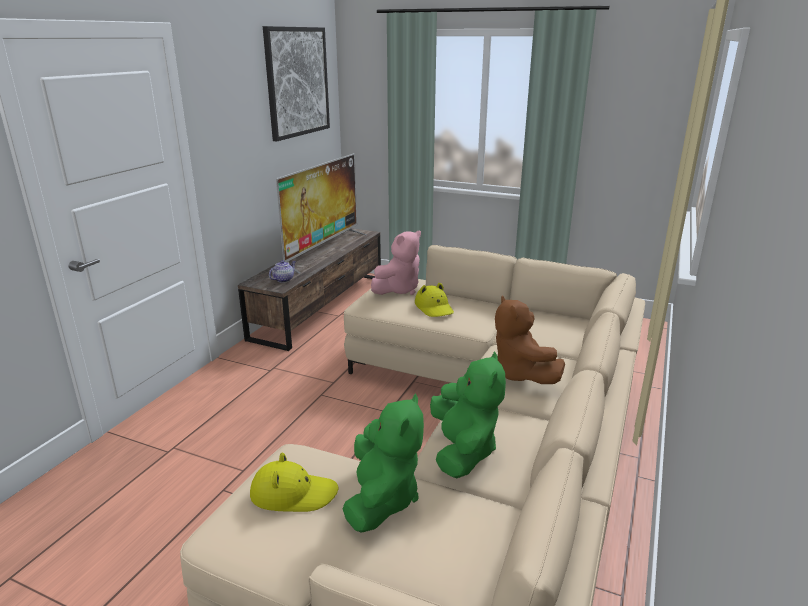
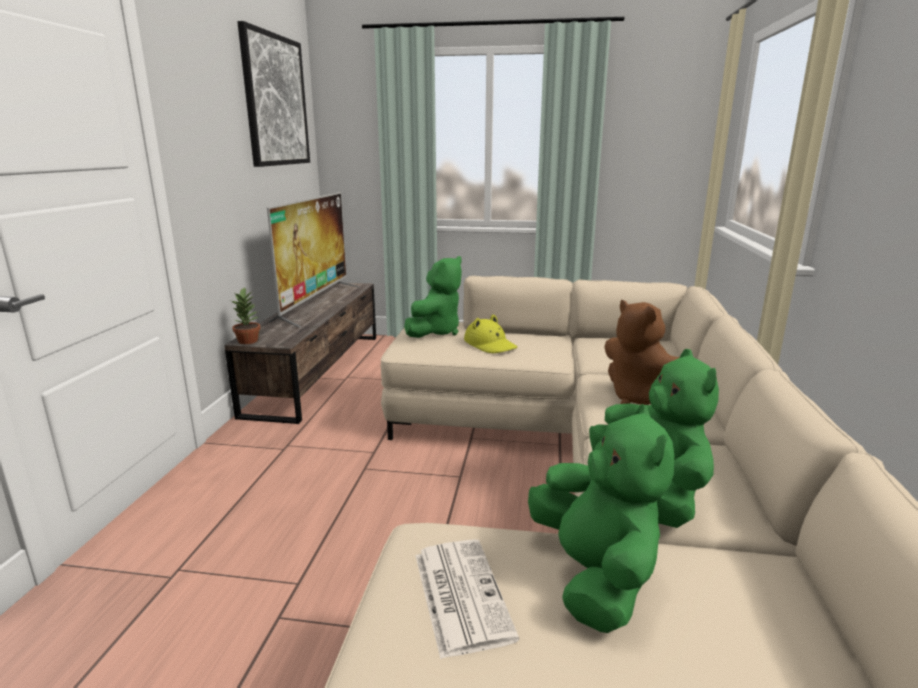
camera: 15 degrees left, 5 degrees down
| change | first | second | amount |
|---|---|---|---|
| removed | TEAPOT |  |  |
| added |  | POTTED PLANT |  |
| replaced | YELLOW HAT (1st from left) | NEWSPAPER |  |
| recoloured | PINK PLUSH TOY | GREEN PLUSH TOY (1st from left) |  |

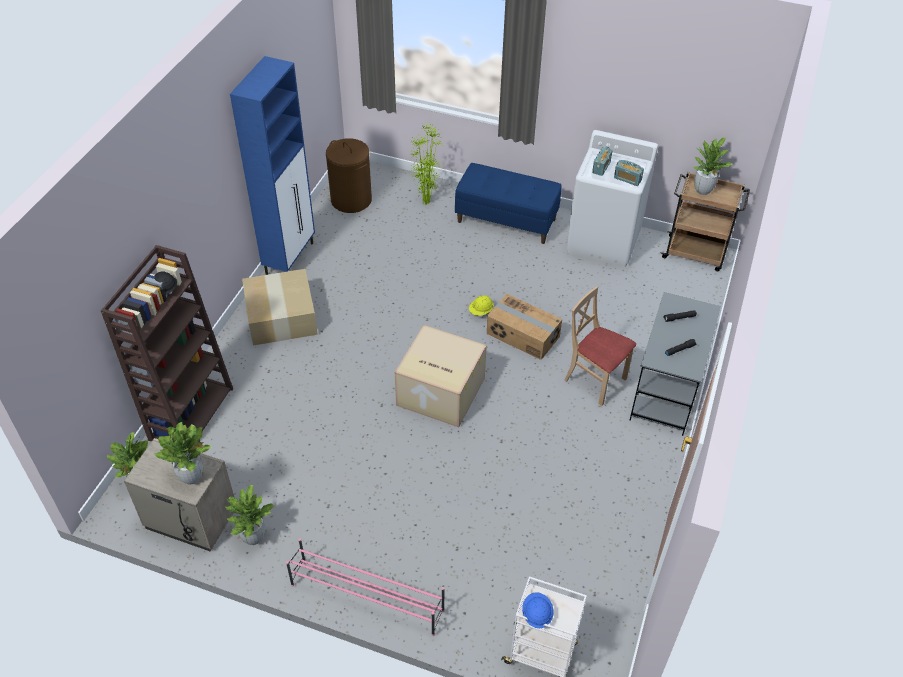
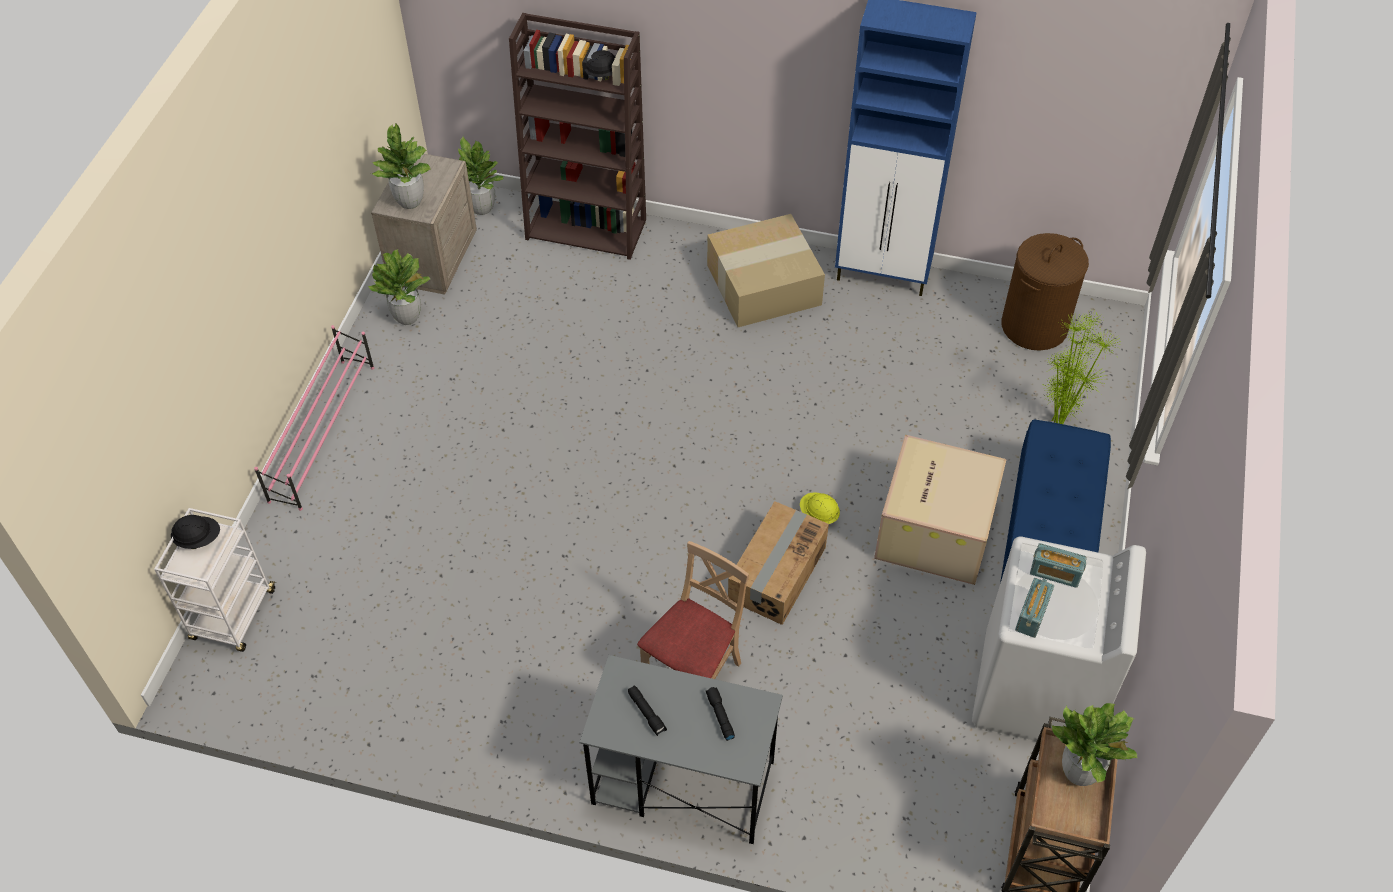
camera: 85 degrees right, 5 degrees up
| change | first | second | amount |
|---|---|---|---|
| moved | CARDBOARD BOX (2nd from left in the first image) | CARDBOARD BOX (3rd from left) |  |
| recoloured | BLUE HARD HAT | BLACK HARD HAT (1st from left) |  |

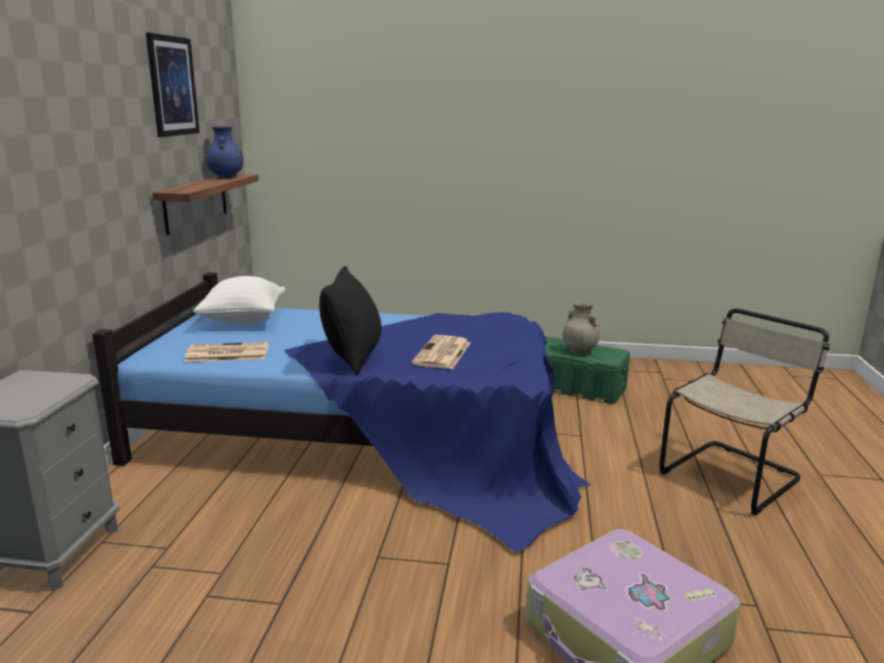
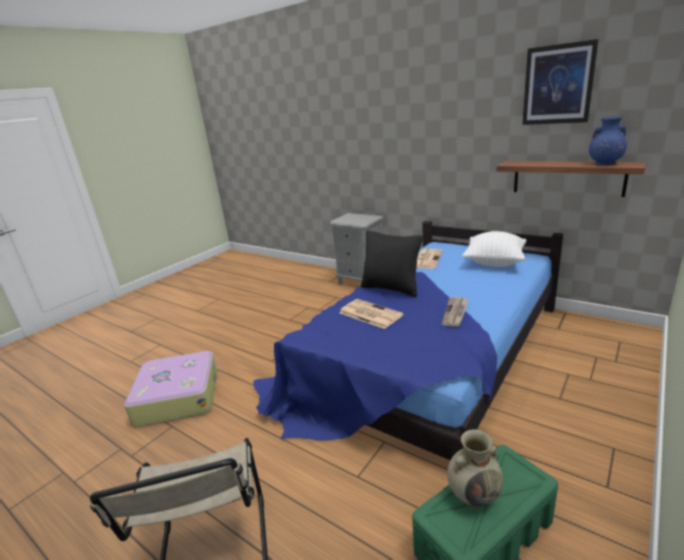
camera: 120 degrees right, 5 degrees up
| change | first | second | amount |
|---|---|---|---|
| added |  | NEWSPAPER (3rd from left) |  |

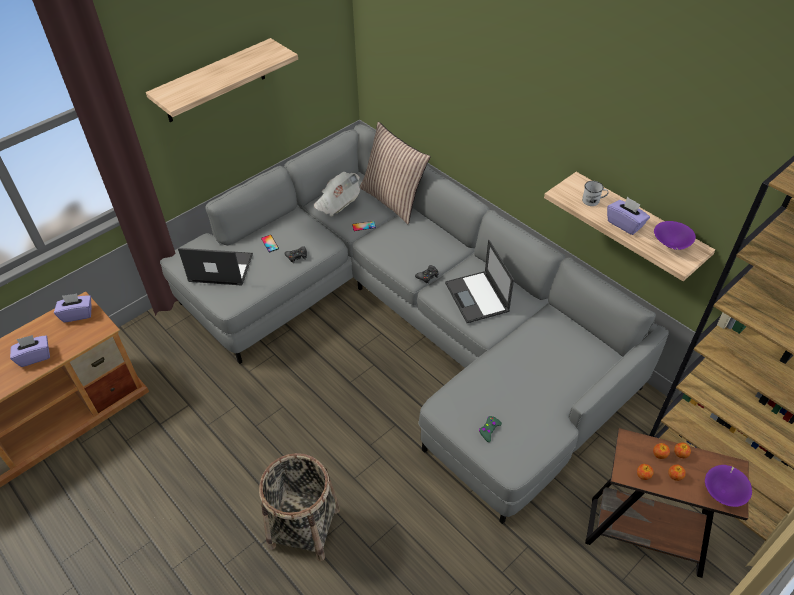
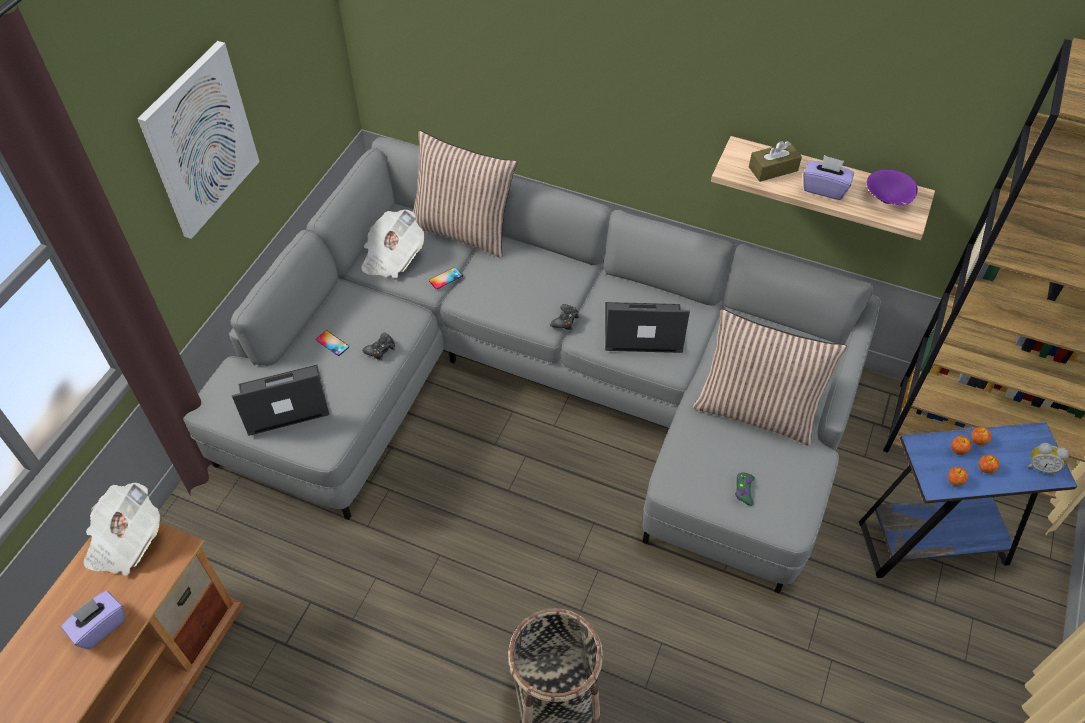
camera: 25 degrees left, 5 degrees up
| change | first | second | amount |
|---|---|---|---|
| added |  | PILLOW (2nd from left) |  |
| replaced | PURPLE TISSUE BOX (2nd from left) | NEWSPAPER (1st from left) |  |
| replaced | SHELF (1st from left) | PICTURE |  |
| replaced | WHITE MUG | BROWN TISSUE BOX |  |
| replaced | PURPLE BOWL (2nd from left) | ALARM CLOCK |  |
| recoloured | BROWN SIDE TABLE | BLUE SIDE TABLE |  |
| turned | LAPTOP (2nd from left) |  | 135 degrees clockwise |

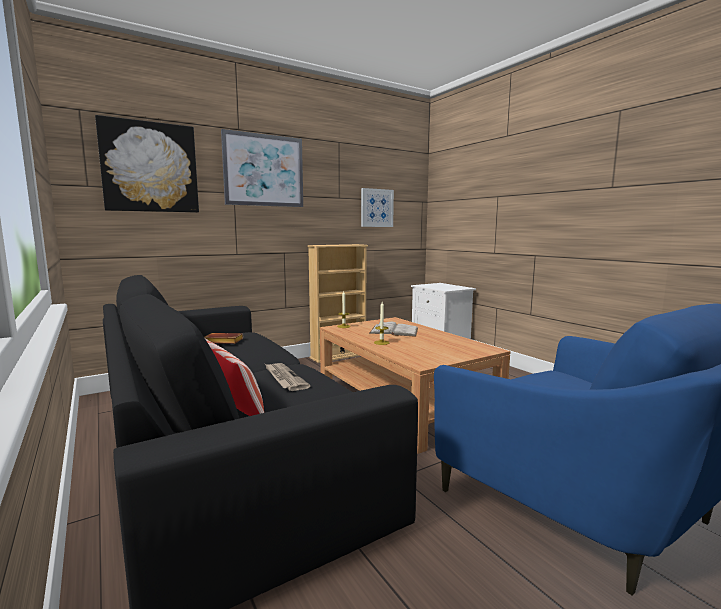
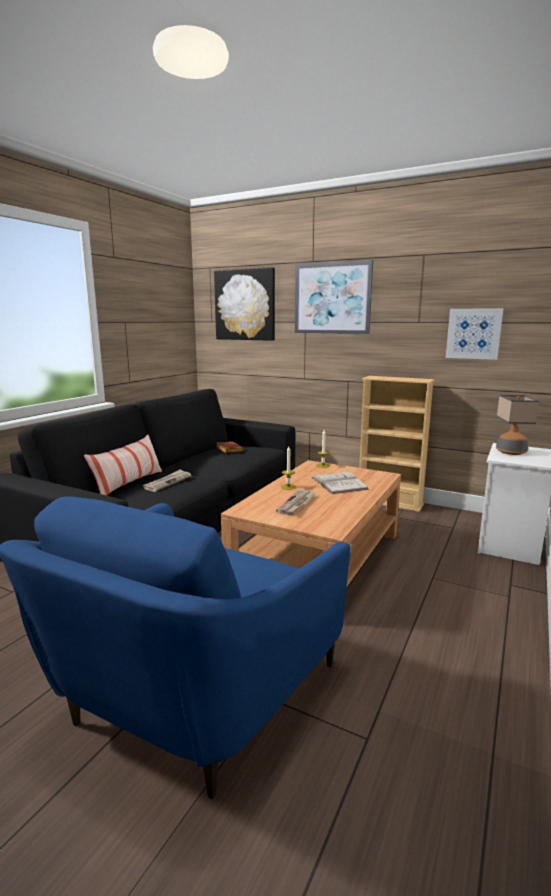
camera: 60 degrees right, 5 degrees up
| change | first | second | amount |
|---|---|---|---|
| added |  | NEWSPAPER (2nd from left) |  |
| added |  | TABLE LAMP |  |

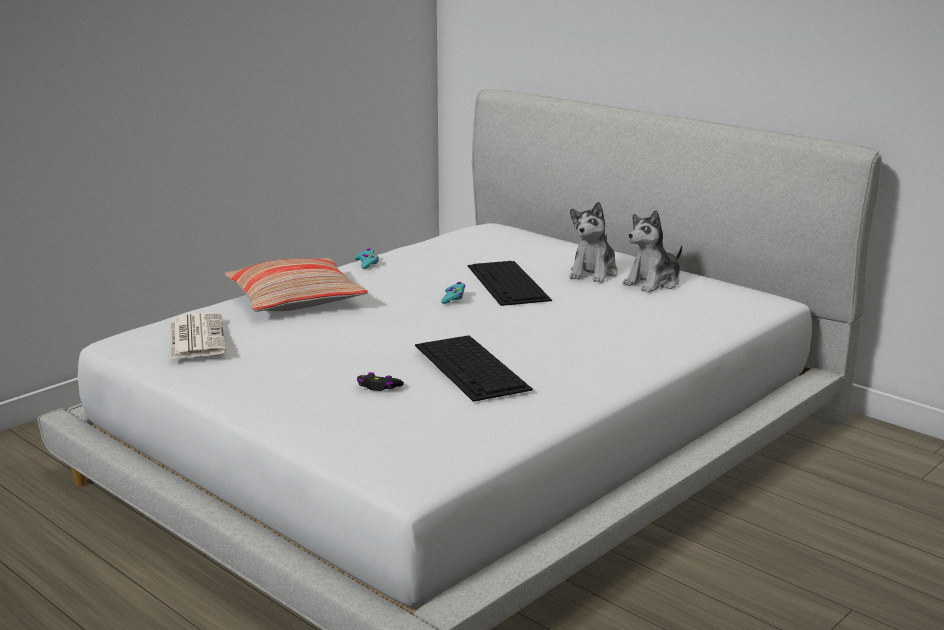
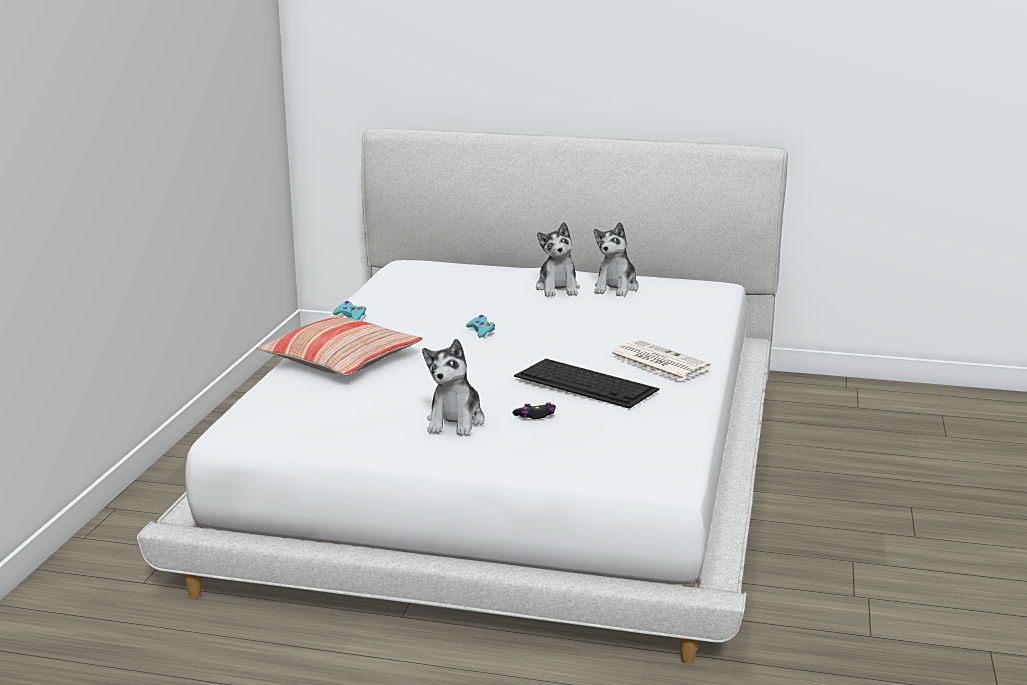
camera: 30 degrees left, 0 degrees up
| change | first | second | amount |
|---|---|---|---|
| removed | KEYBOARD (2nd from left) |  |  |
| added |  | PLUSH TOY (1st from left) |  |
| moved | NEWSPAPER |  |  |

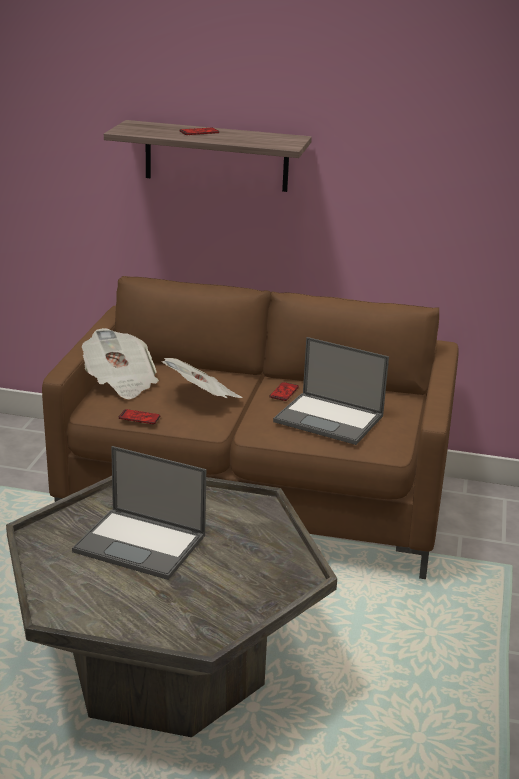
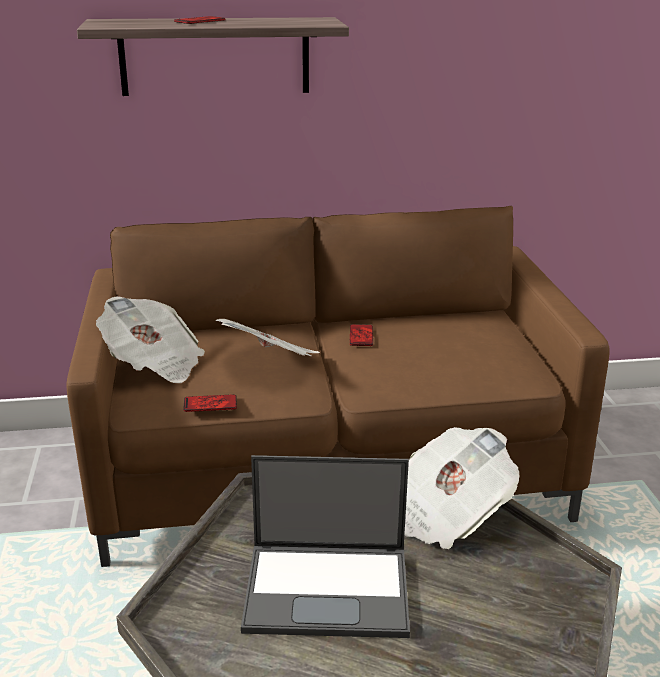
camera: 20 degrees left, 0 degrees up
| change | first | second | amount |
|---|---|---|---|
| removed | LAPTOP (2nd from left) |  |  |
| added |  | NEWSPAPER (3rd from left) |  |

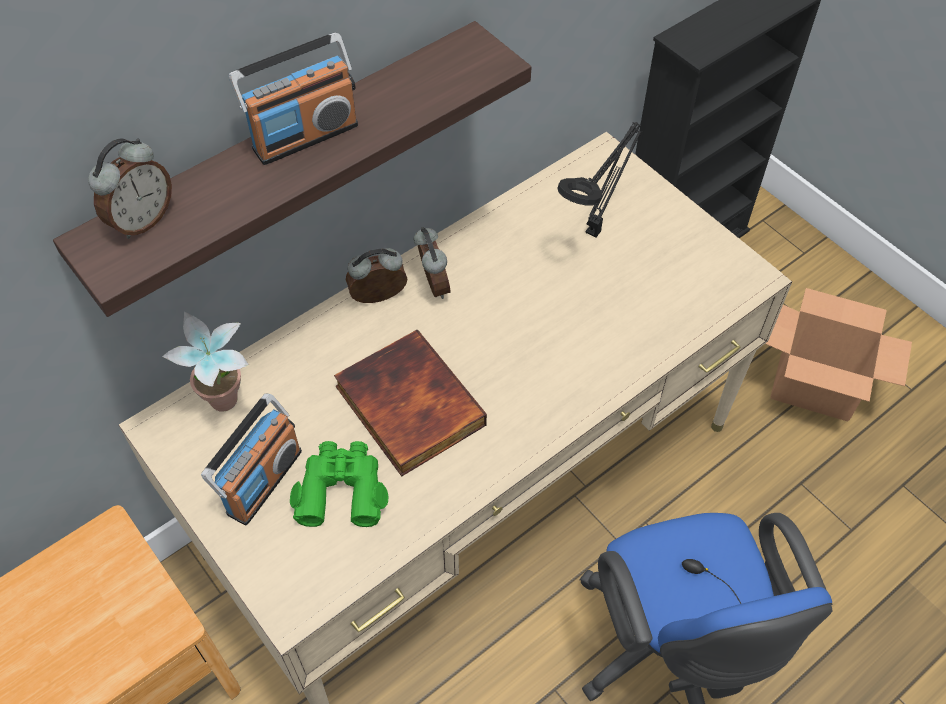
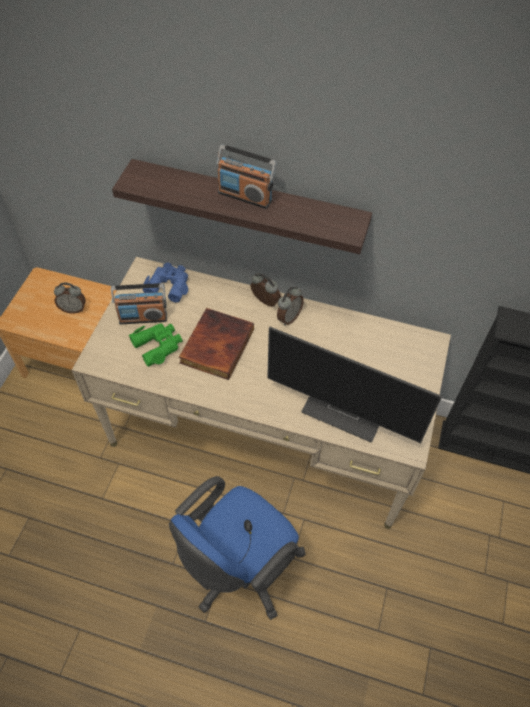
camera: 55 degrees right, 0 degrees up
| change | first | second | amount |
|---|---|---|---|
| removed | BLACK TABLE LAMP |  |  |
| removed | CARDBOARD BOX |  |  |
| added |  | MONITOR |  |
| moved | ALARM CLOCK (1st from left) |  |  |
| replaced | POTTED PLANT | BLUE BINOCULARS |  |

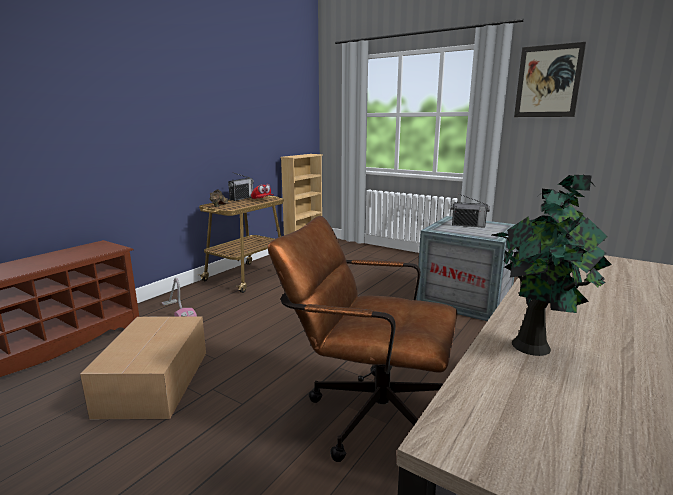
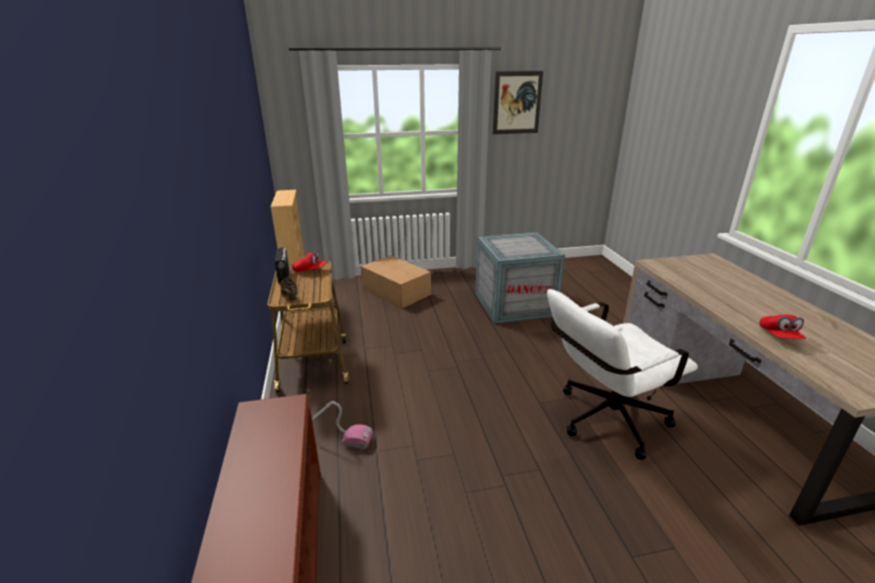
camera: 45 degrees left, 10 degrees up
| change | first | second | amount |
|---|---|---|---|
| removed | RADIO (2nd from left) |  |  |
| moved | CARDBOARD BOX |  |  |
| replaced | POTTED PLANT | RED CAP (2nd from left) |  |
| recoloured | BROWN OFFICE CHAIR | WHITE OFFICE CHAIR |  |

